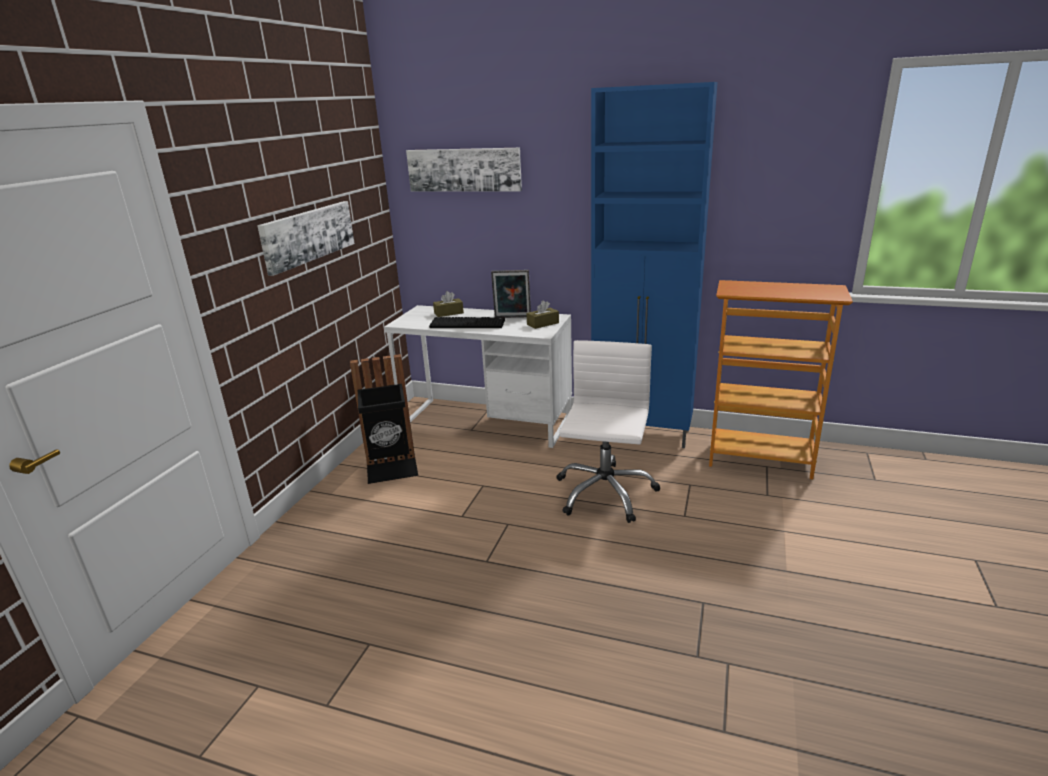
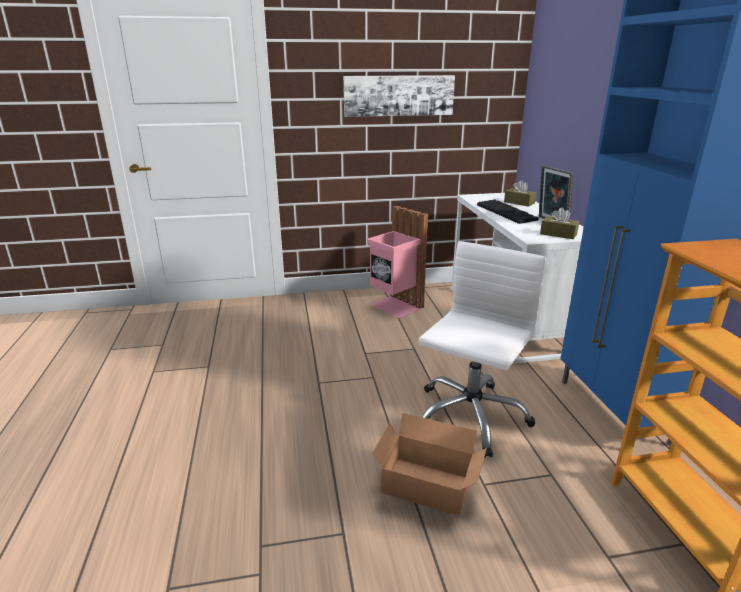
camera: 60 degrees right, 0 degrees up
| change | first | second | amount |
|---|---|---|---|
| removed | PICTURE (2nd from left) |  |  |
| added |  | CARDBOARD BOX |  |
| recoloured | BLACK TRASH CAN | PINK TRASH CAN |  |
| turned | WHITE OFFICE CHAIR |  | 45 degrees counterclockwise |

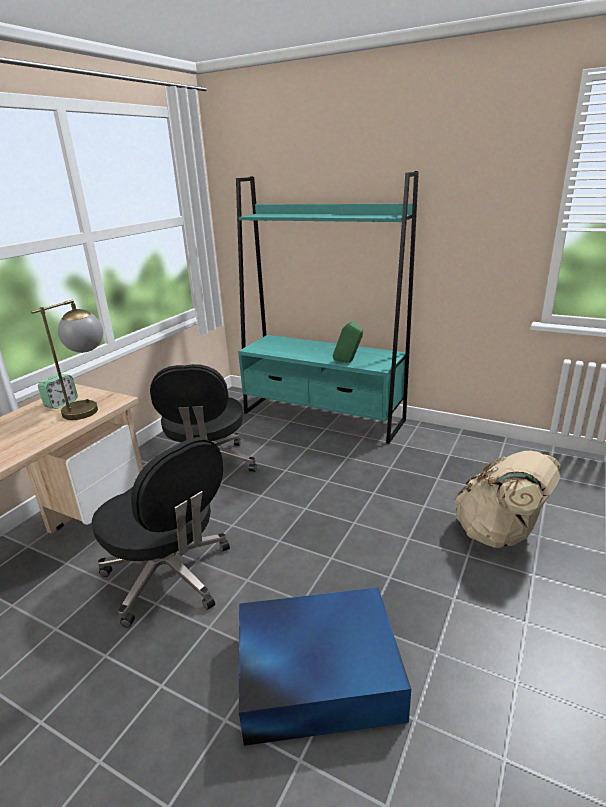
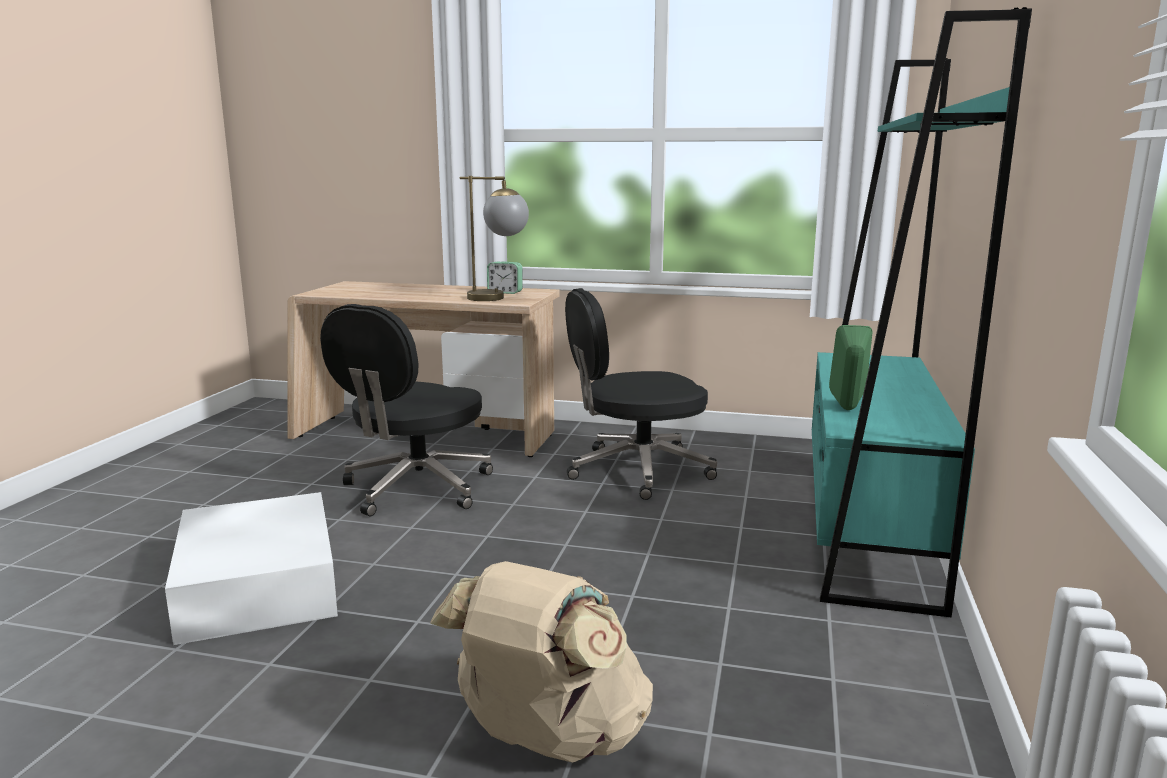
camera: 75 degrees right, 10 degrees down
| change | first | second | amount |
|---|---|---|---|
| recoloured | BLUE STORAGE BOX | WHITE STORAGE BOX |  |

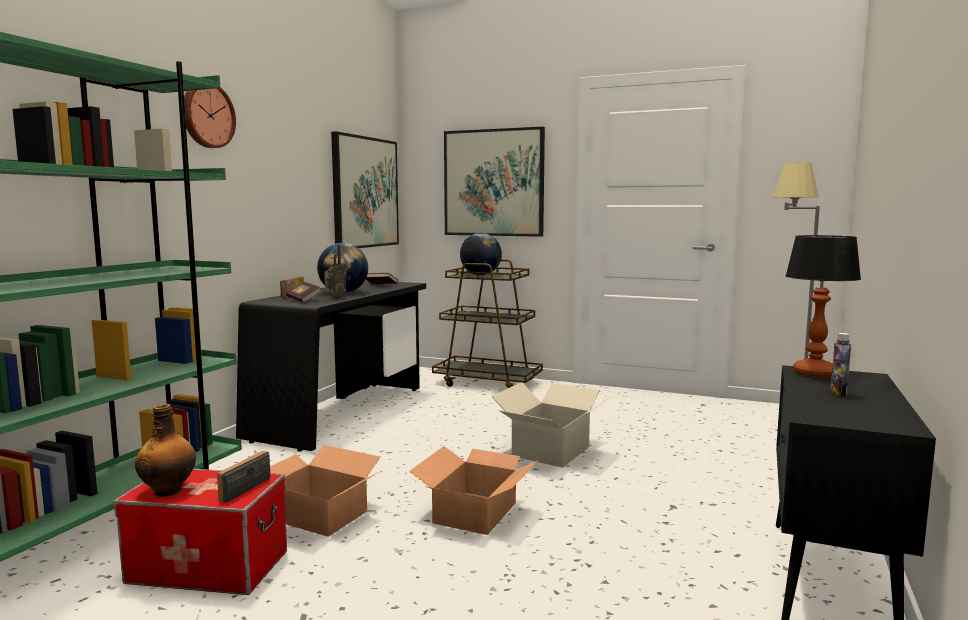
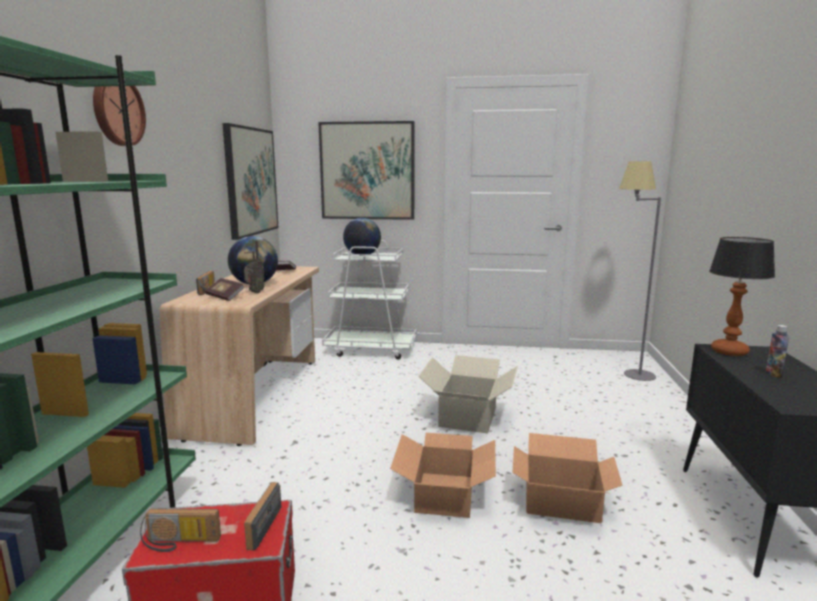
camera: 15 degrees left, 5 degrees up
| change | first | second | amount |
|---|---|---|---|
| moved | CARDBOARD BOX (1st from left in the first image) | CARDBOARD BOX (3rd from left) |  |
| replaced | BOTTLE (1st from left) | RADIO (1st from left) |  |
| recoloured | BLACK DESK | BEIGE DESK |  |
| recoloured | BROWN CART | WHITE CART |  |

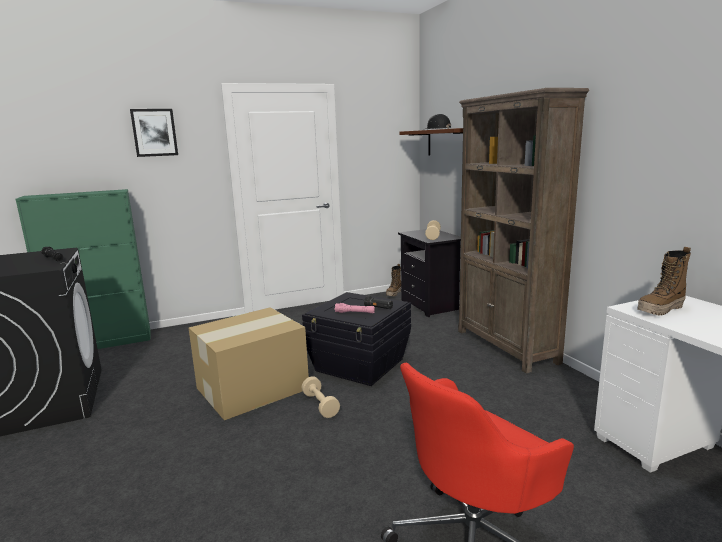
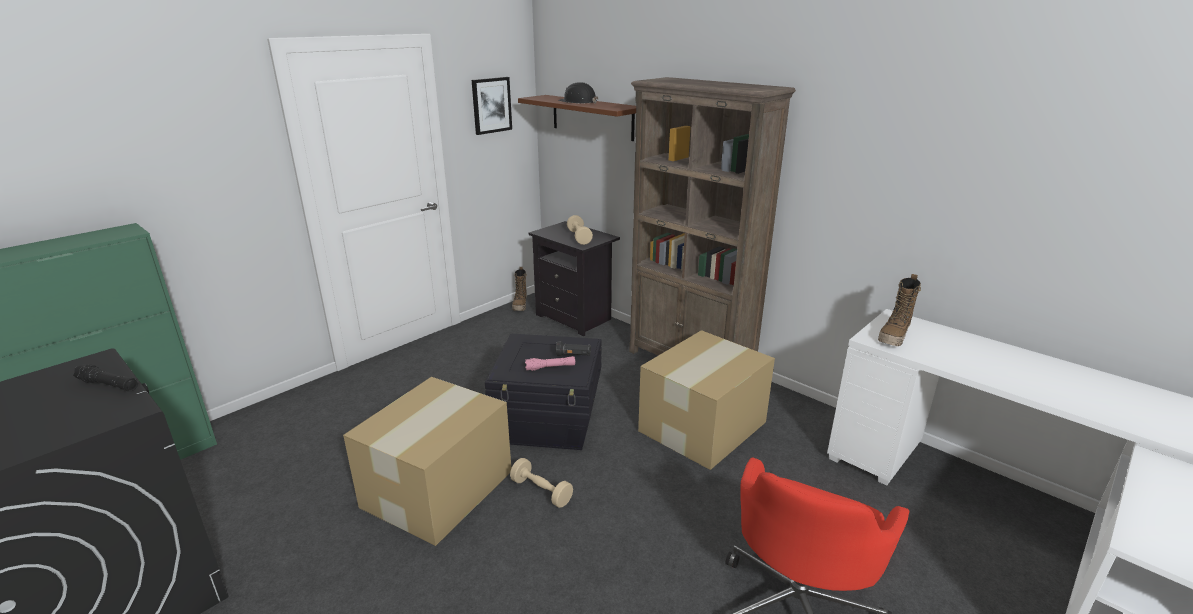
camera: 25 degrees left, 10 degrees up
| change | first | second | amount |
|---|---|---|---|
| added |  | CARDBOARD BOX (2nd from left) |  |
| moved | PICTURE |  |  |

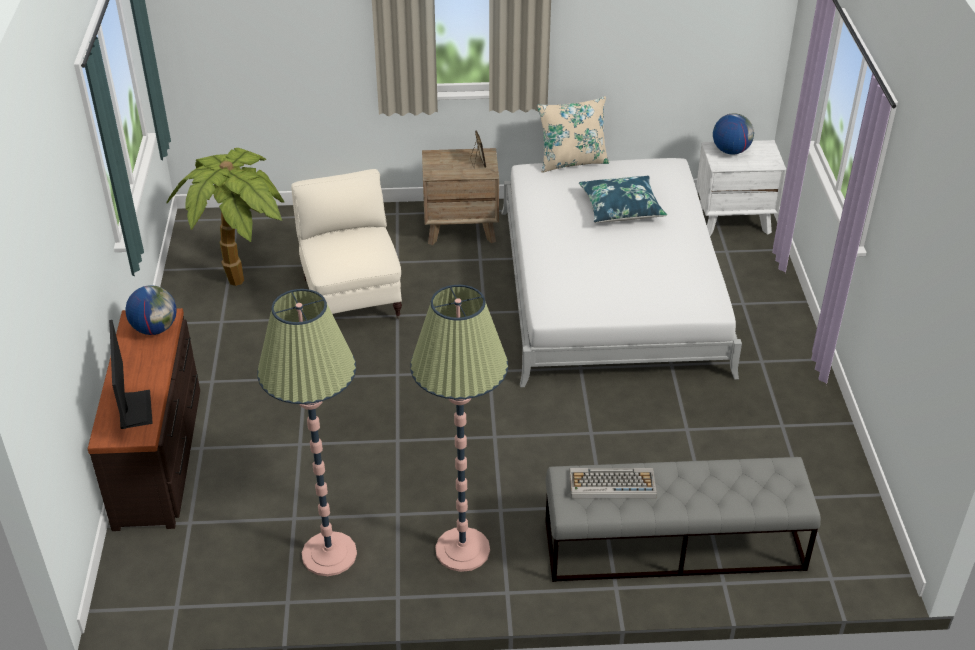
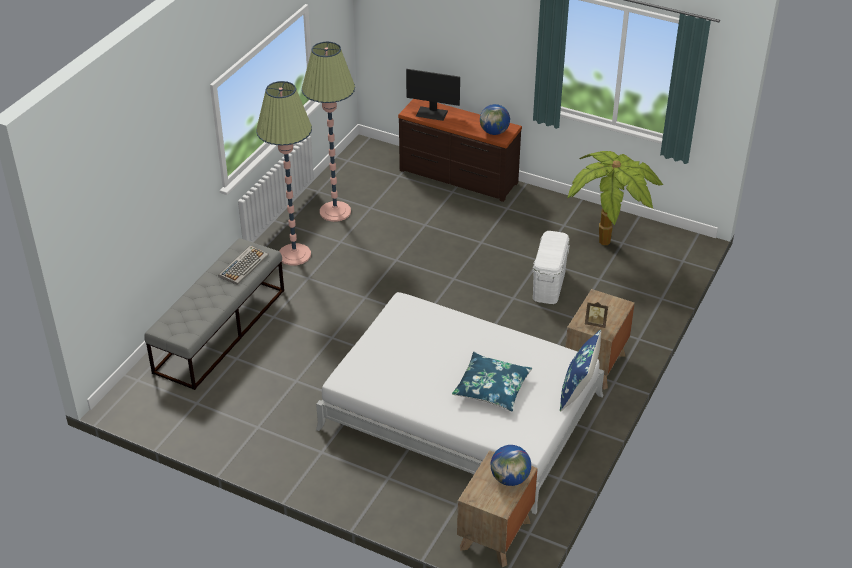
camera: 120 degrees right, 0 degrees up
| change | first | second | amount |
|---|---|---|---|
| replaced | BEIGE ARMCHAIR | WHITE STORAGE BOX |  |
| recoloured | BEIGE PILLOW | BLUE PILLOW (2nd from left) |  |
| recoloured | WHITE NIGHTSTAND | BROWN NIGHTSTAND (1st from left) |  |

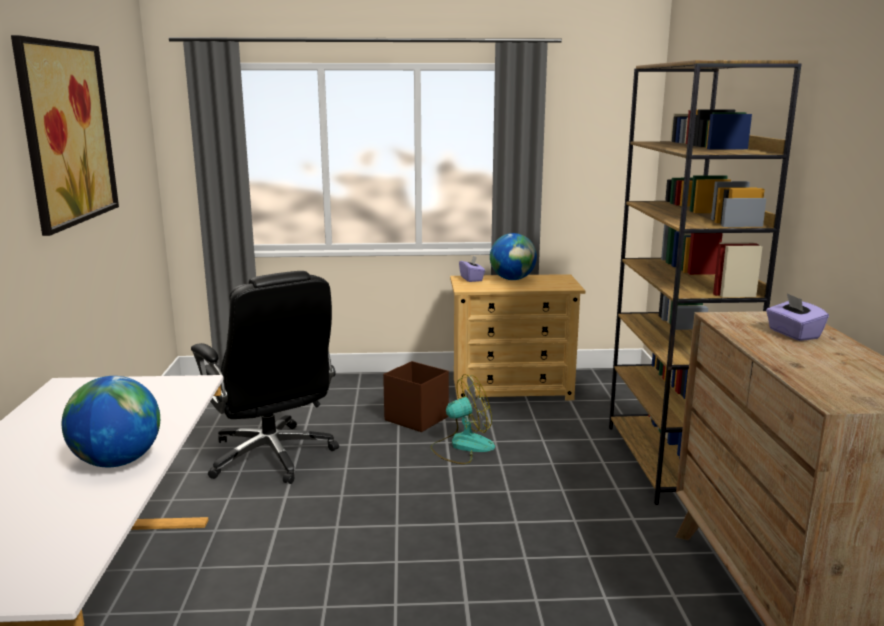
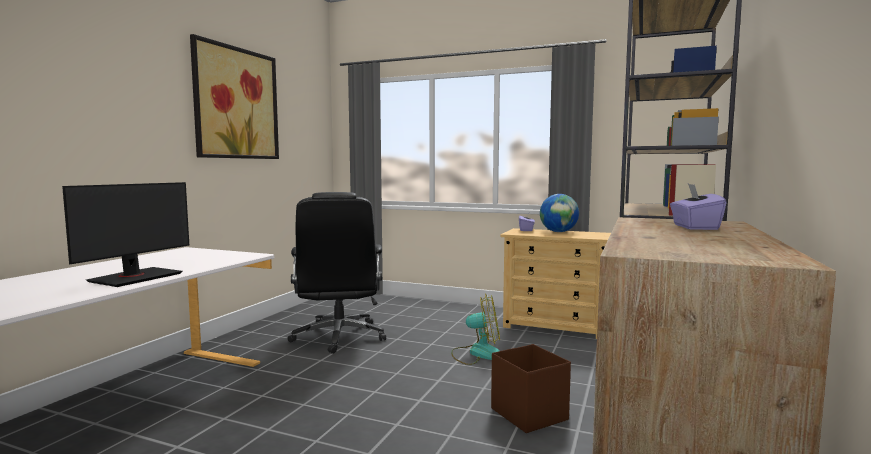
camera: 25 degrees right, 10 degrees down
| change | first | second | amount |
|---|---|---|---|
| moved | BROWN STORAGE BOX |  |  |
| replaced | GLOBE (1st from left) | MONITOR |  |

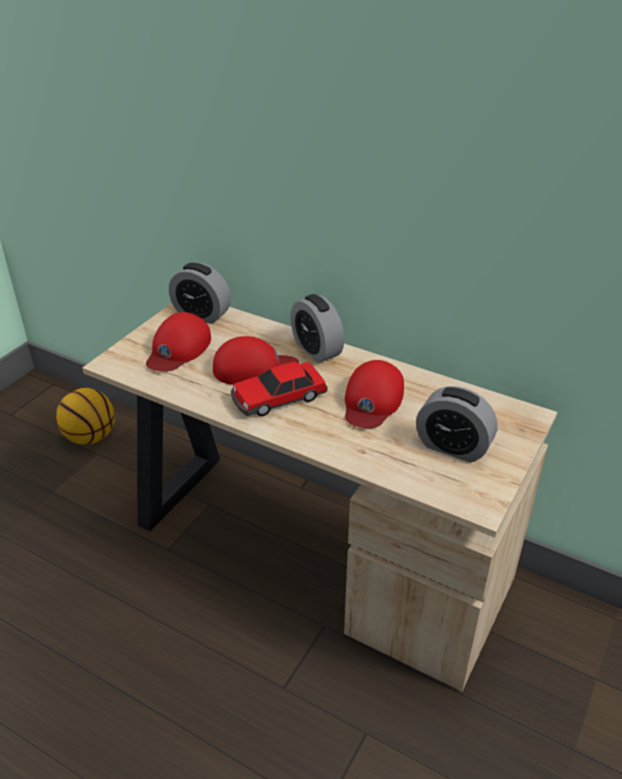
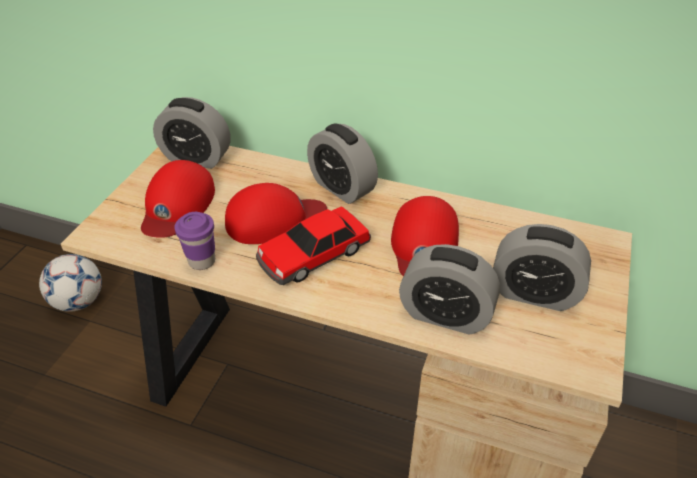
camera: 10 degrees left, 5 degrees up
| change | first | second | amount |
|---|---|---|---|
| added |  | PURPLE CUP |  |
| added |  | ALARM CLOCK (3rd from left) |  |
| replaced | BASKETBALL | FOOTBALL |  |

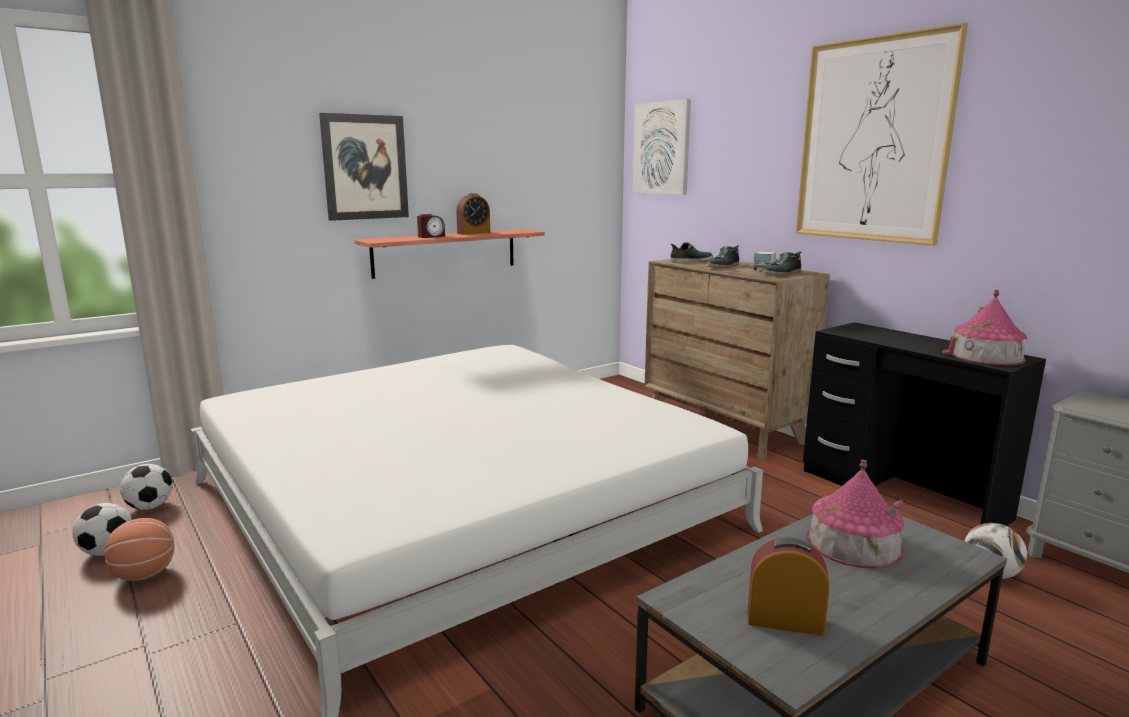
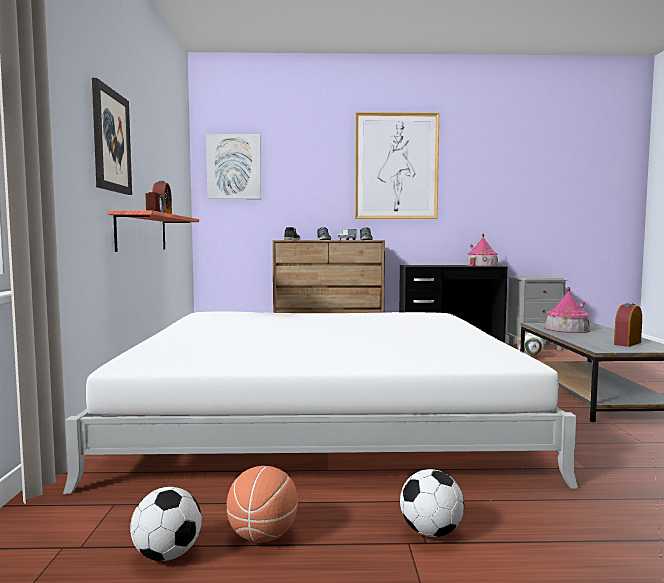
camera: 55 degrees left, 10 degrees down
| change | first | second | amount |
|---|---|---|---|
| moved | FOOTBALL (2nd from left) |  |  |

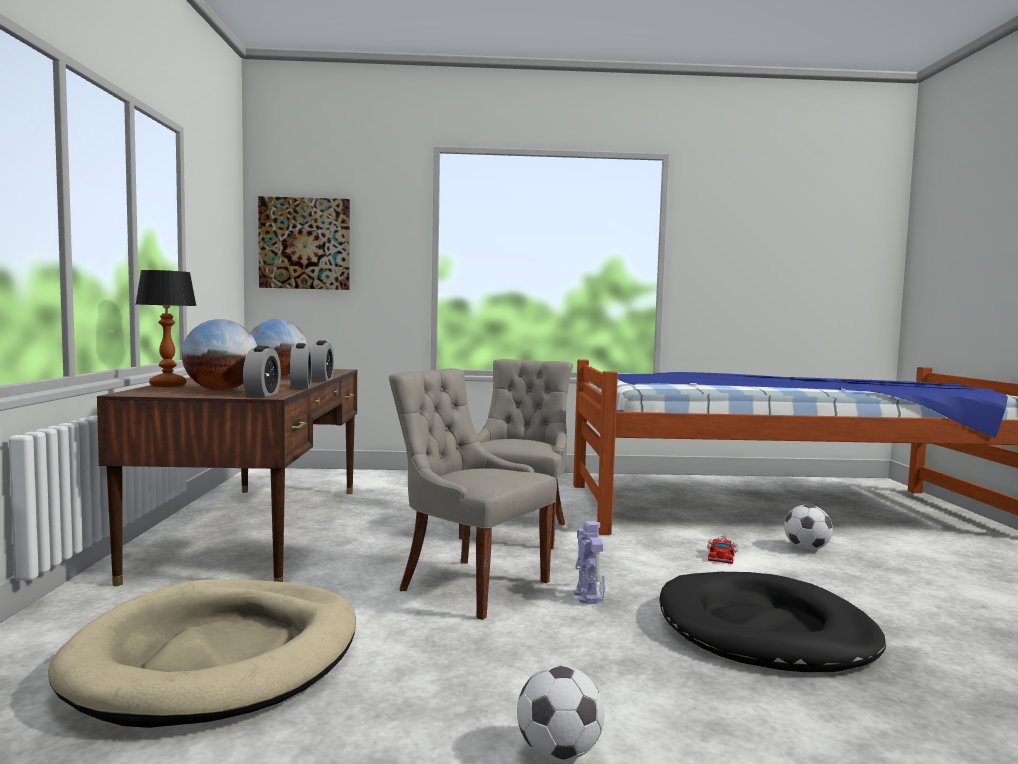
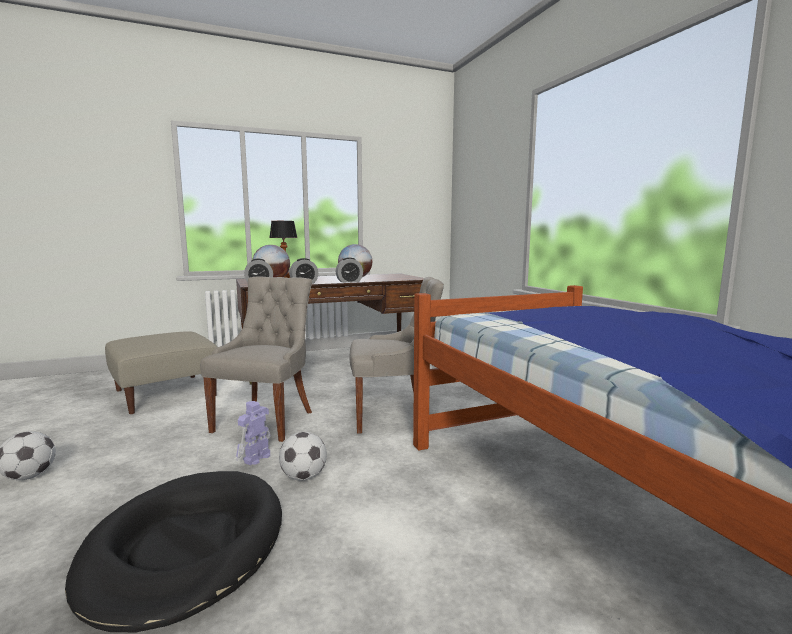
camera: 70 degrees right, 5 degrees up
| change | first | second | amount |
|---|---|---|---|
| removed | PICTURE |  |  |
| removed | TOY TRUCK |  |  |
| moved | FOOTBALL (2nd from left) |  |  |
| replaced | BEIGE DOG BED | BEIGE OTTOMAN |  |
| turned | TOY ROBOT |  | 150 degrees clockwise |

